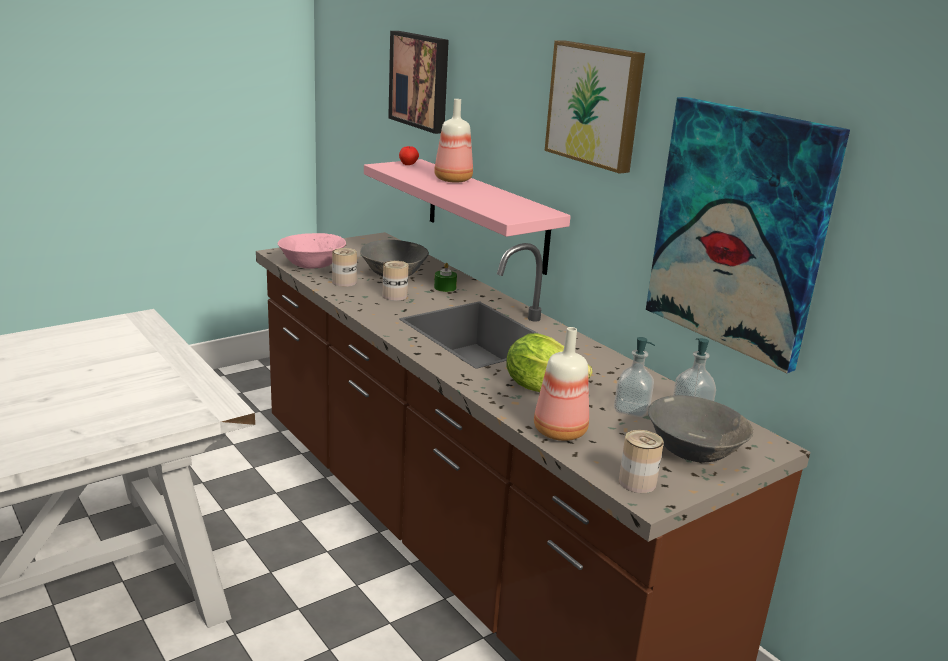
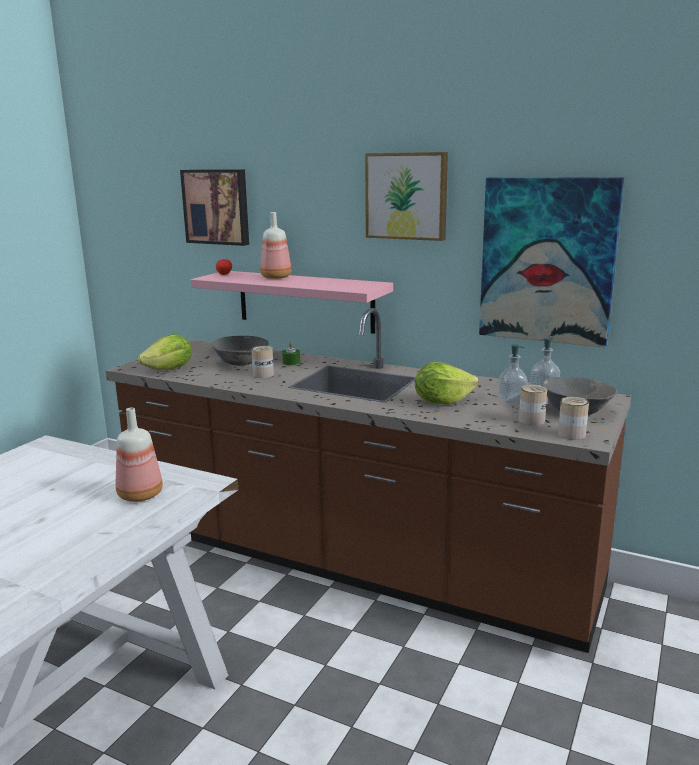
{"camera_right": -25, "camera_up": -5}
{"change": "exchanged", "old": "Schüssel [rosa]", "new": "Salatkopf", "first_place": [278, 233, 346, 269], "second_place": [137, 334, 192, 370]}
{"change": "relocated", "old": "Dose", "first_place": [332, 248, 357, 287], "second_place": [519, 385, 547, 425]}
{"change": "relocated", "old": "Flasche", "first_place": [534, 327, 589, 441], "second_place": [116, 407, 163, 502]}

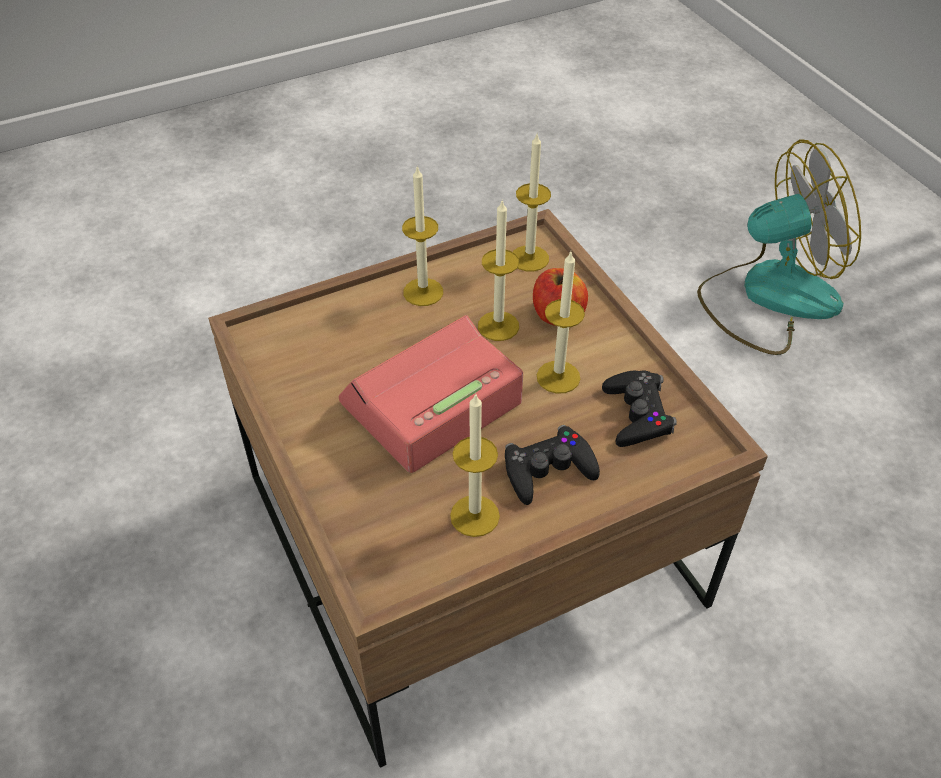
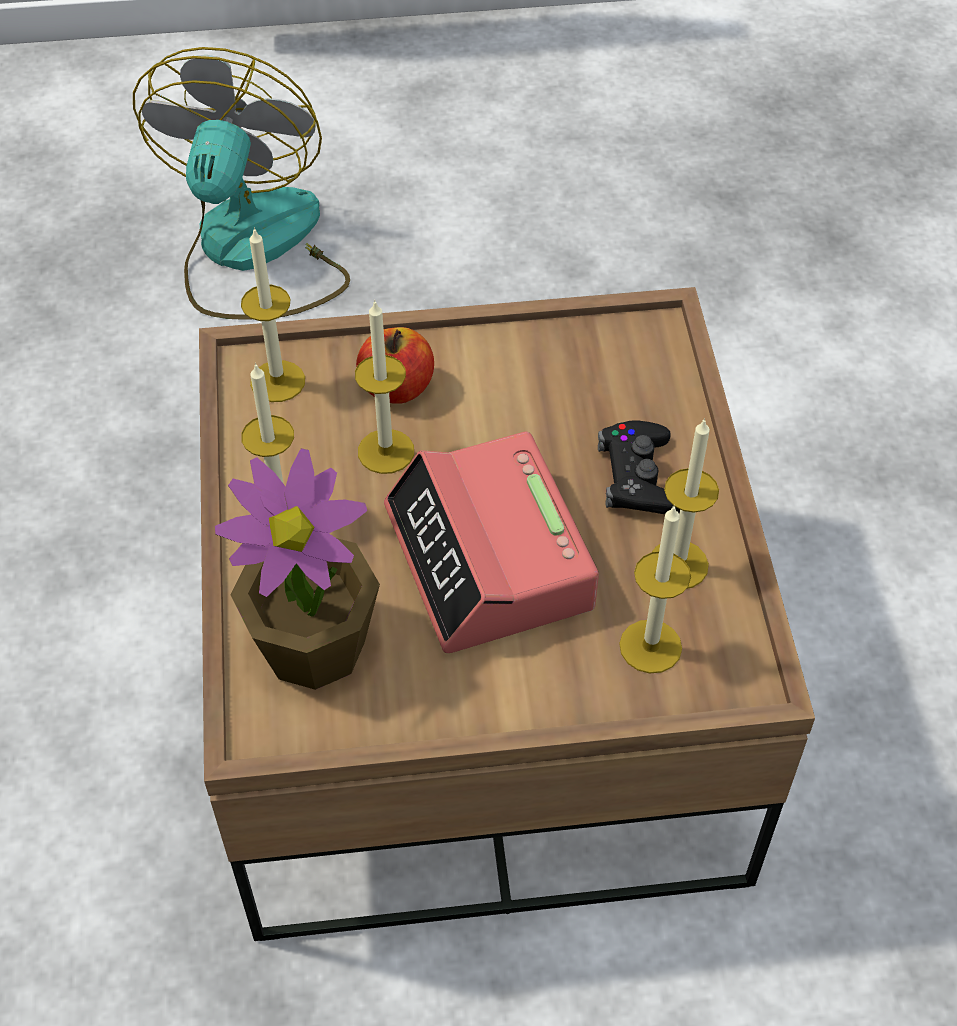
{"camera_right": -70, "camera_up": 5}
{"change": "relocated", "old": "Kerze", "first_place": [537, 252, 585, 394], "second_place": [619, 505, 691, 674]}
{"change": "missing", "old": "Gamepad [schwarz]", "first_place": [602, 371, 677, 447]}
{"change": "appeared", "new": "Topfpflanze", "second_place": [215, 448, 380, 690]}

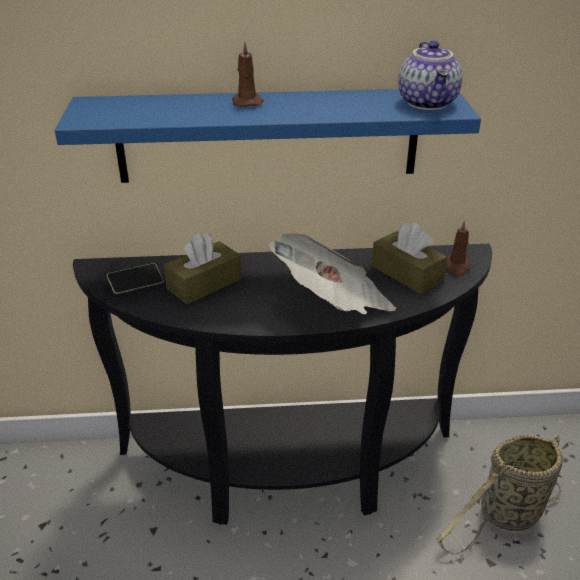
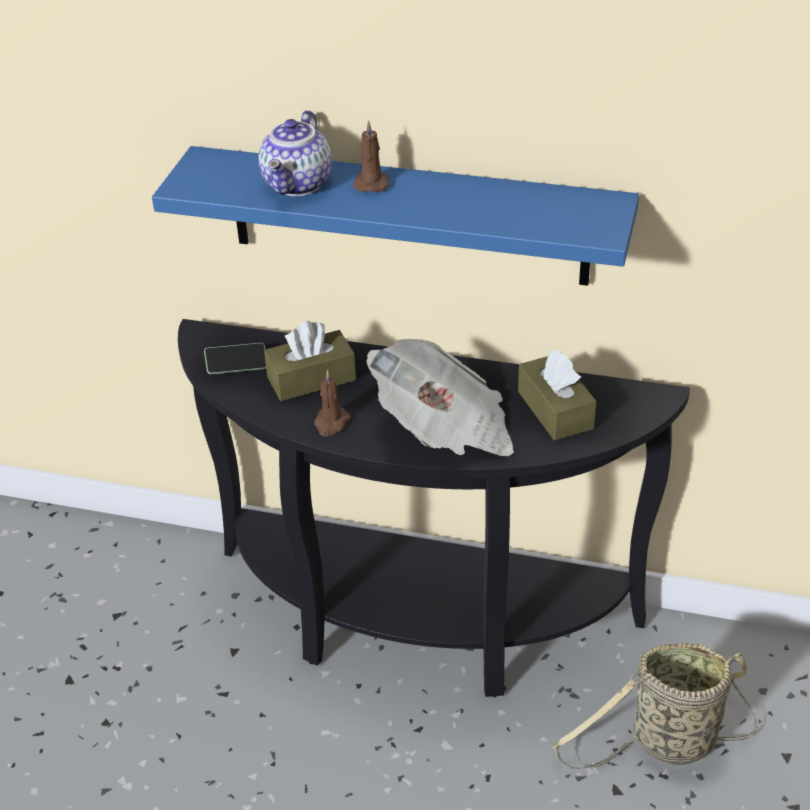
{"camera_right": 20, "camera_up": 5}
{"change": "relocated", "old": "Teekanne", "first_place": [398, 41, 462, 110], "second_place": [259, 110, 332, 196]}
{"change": "relocated", "old": "Kerze [braun]", "first_place": [446, 220, 470, 276], "second_place": [314, 369, 351, 436]}

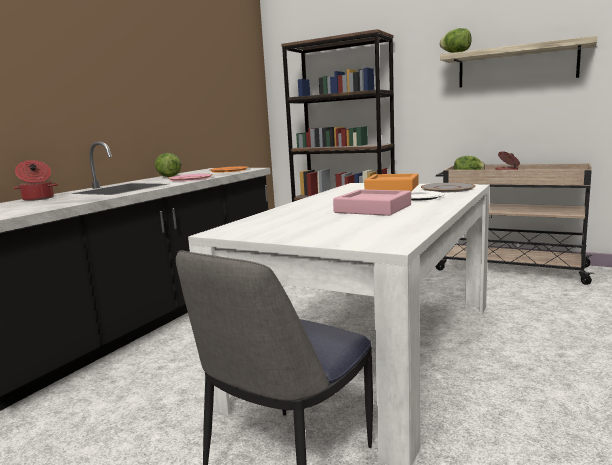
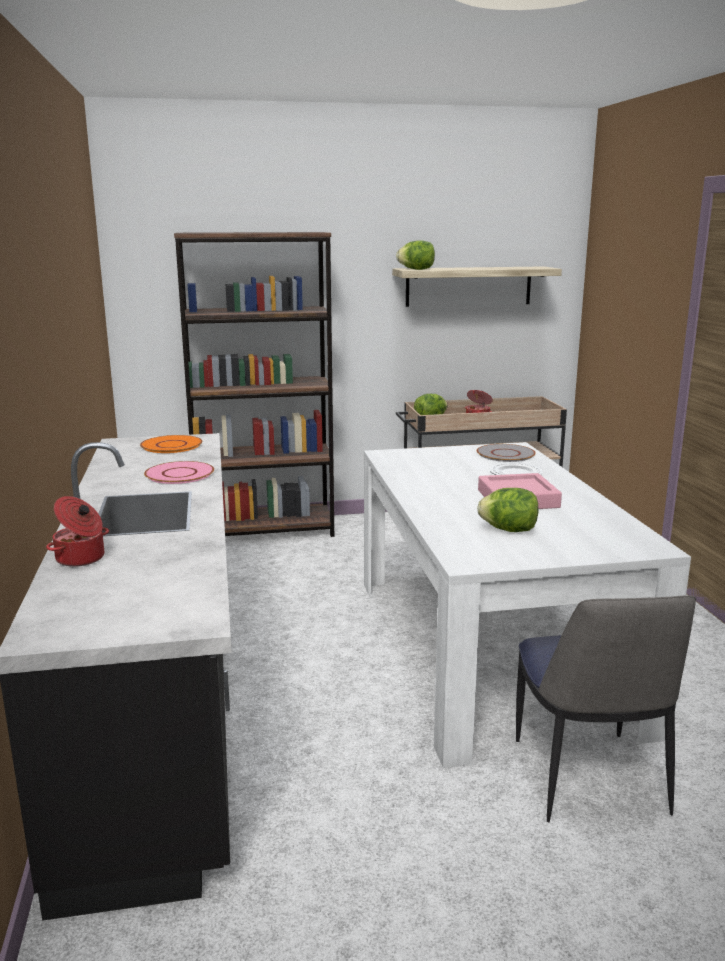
{"camera_right": -40, "camera_up": 5}
{"change": "relocated", "old": "Salatkopf", "first_place": [155, 153, 181, 177], "second_place": [477, 488, 539, 532]}
{"change": "missing", "old": "Tablett [orange]", "first_place": [364, 174, 419, 191]}

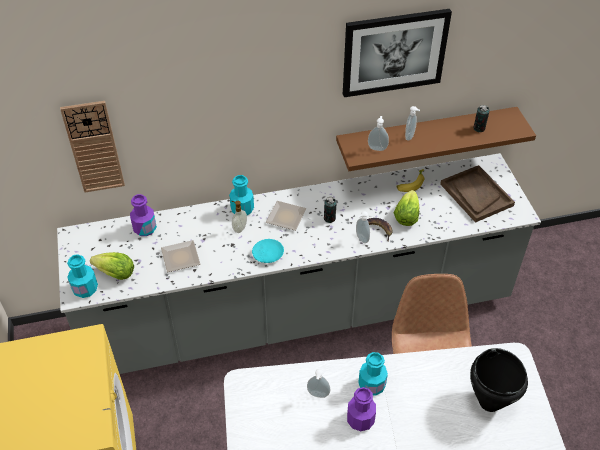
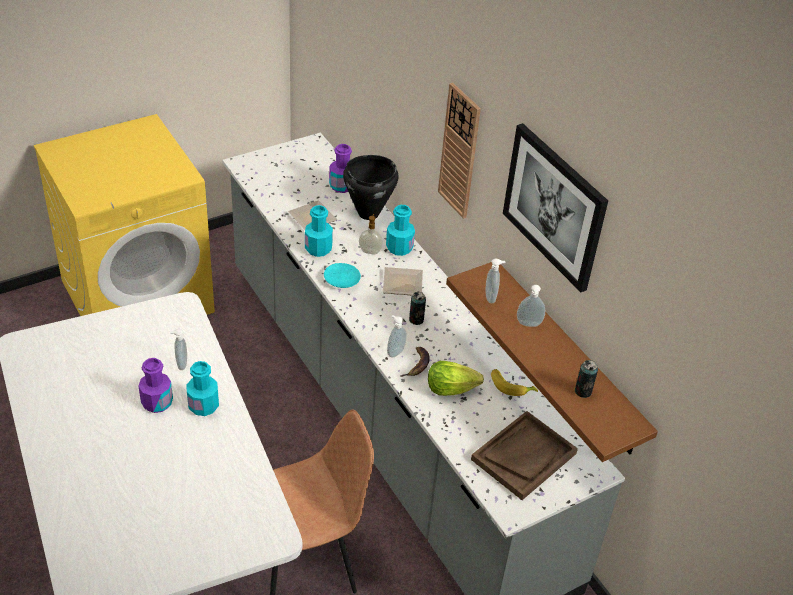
{"camera_right": 70, "camera_up": -5}
{"change": "relocated", "old": "Wanduhr", "first_place": [60, 101, 125, 193], "second_place": [438, 83, 481, 219]}
{"change": "relocated", "old": "Flasche [türkis]", "first_place": [67, 254, 98, 298], "second_place": [305, 205, 333, 257]}
{"change": "missing", "old": "Salatkopf", "first_place": [90, 252, 134, 280]}
{"change": "relocated", "old": "Kochtopf [schwarz]", "first_place": [470, 348, 528, 412], "second_place": [343, 155, 399, 220]}

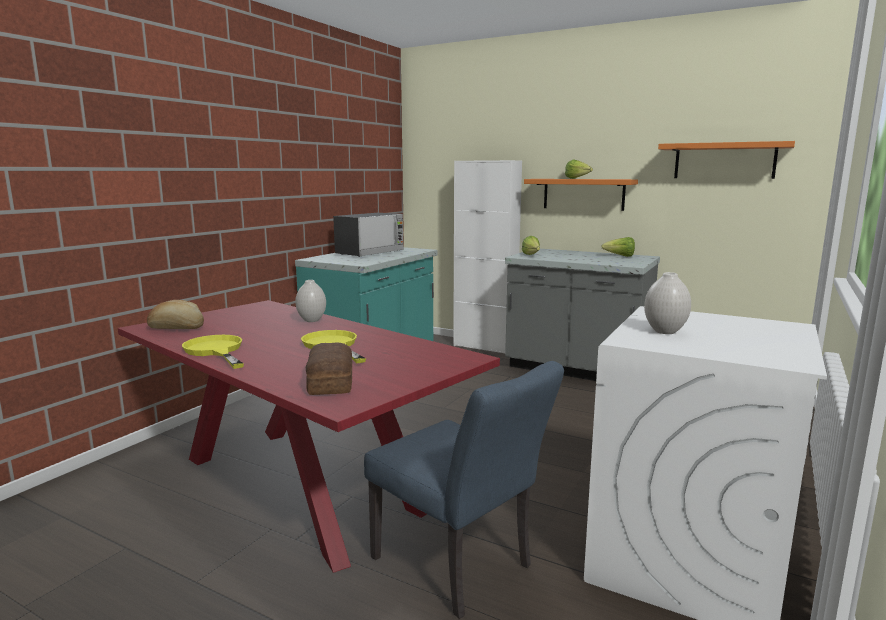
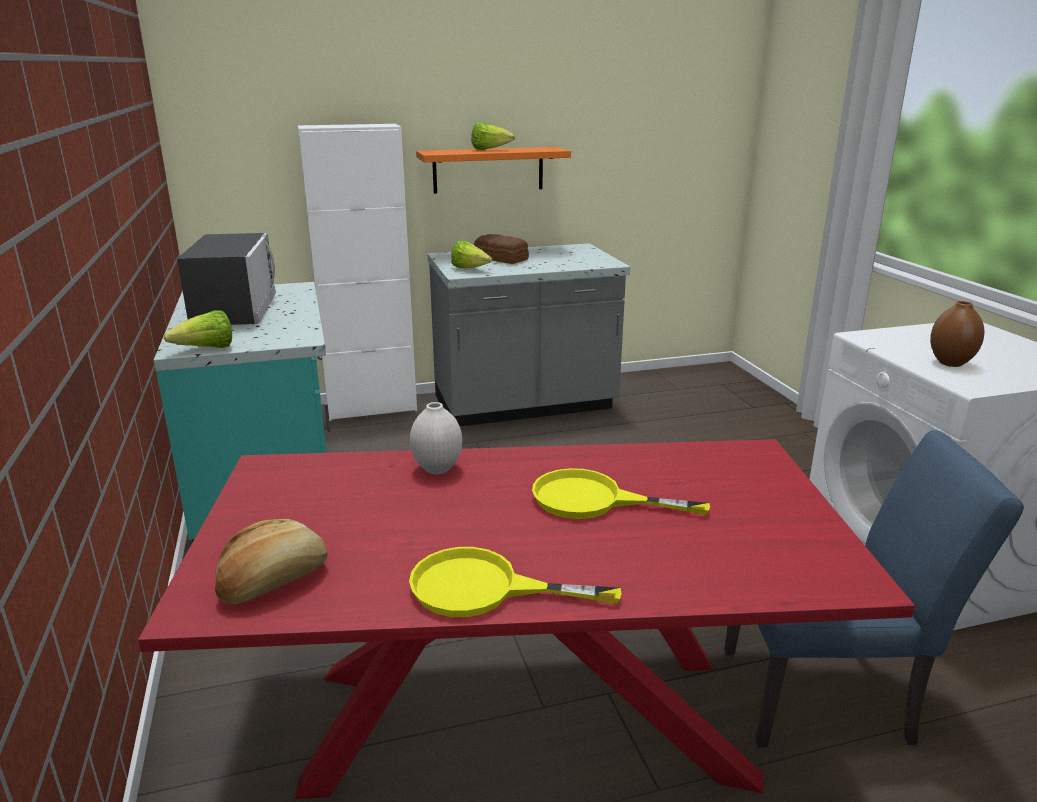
{"camera_right": -45, "camera_up": 10}
{"change": "relocated", "old": "Brot", "first_place": [306, 343, 352, 395], "second_place": [474, 234, 529, 264]}
{"change": "relocated", "old": "Salatkopf", "first_place": [601, 237, 635, 257], "second_place": [164, 310, 232, 348]}
{"change": "colour", "old": "Vase [weiß]", "new": "Vase [braun]", "first_place": [644, 272, 691, 334], "second_place": [930, 301, 985, 367]}
{"change": "missing", "old": "Wandregal [orange]", "first_place": [658, 141, 795, 179]}

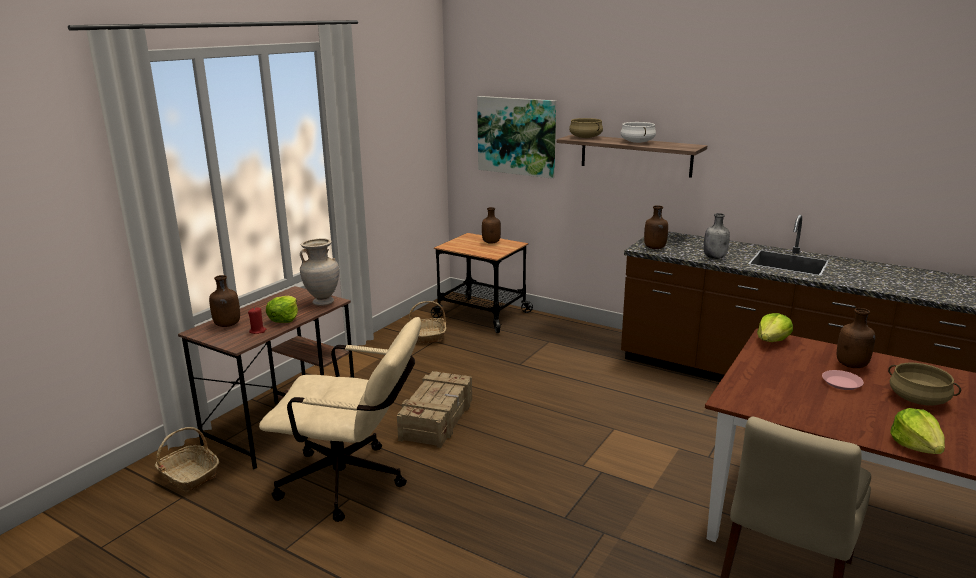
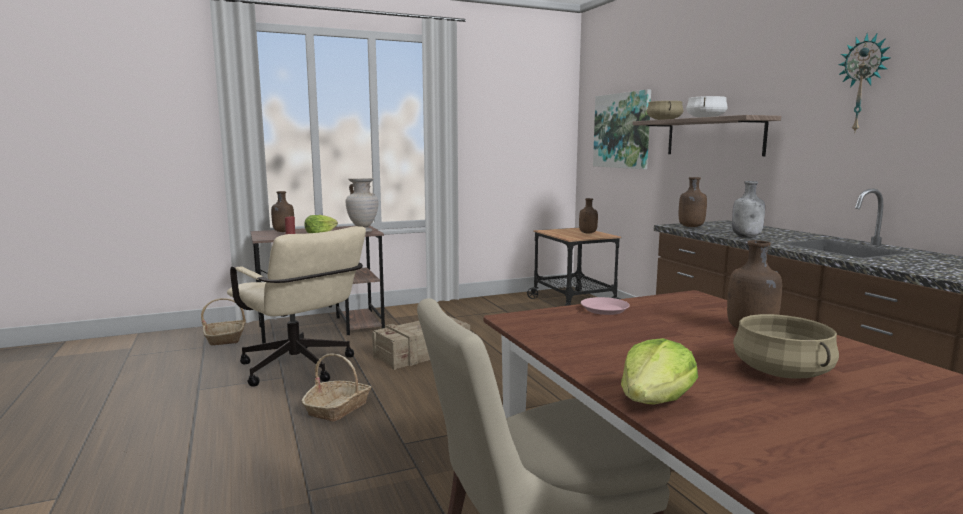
{"camera_right": 35, "camera_up": -10}
{"change": "relocated", "old": "Korb", "first_place": [409, 301, 447, 344], "second_place": [302, 353, 371, 422]}
{"change": "missing", "old": "Salatkopf", "first_place": [757, 313, 793, 342]}
{"change": "relocated", "old": "Teller [rosa]", "first_place": [822, 370, 864, 390], "second_place": [581, 297, 630, 315]}
{"change": "appeared", "new": "Wanduhr", "second_place": [838, 33, 890, 134]}

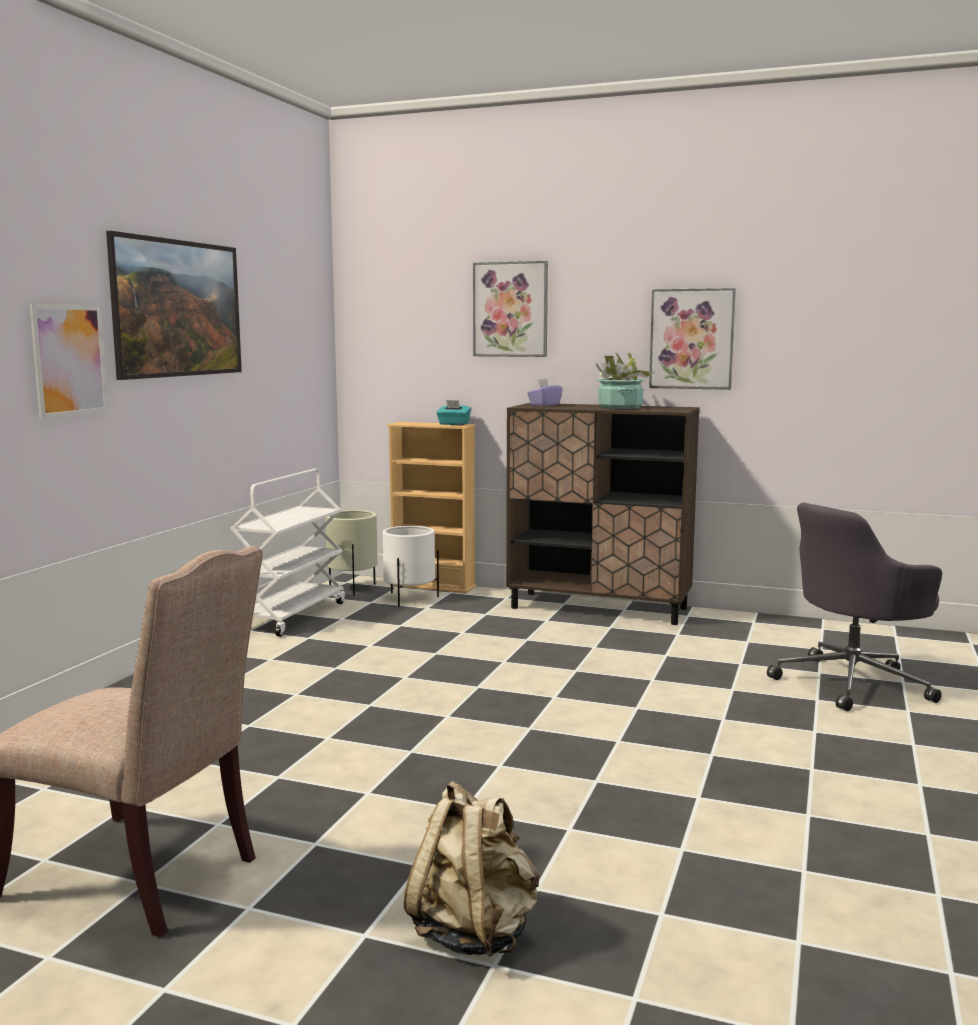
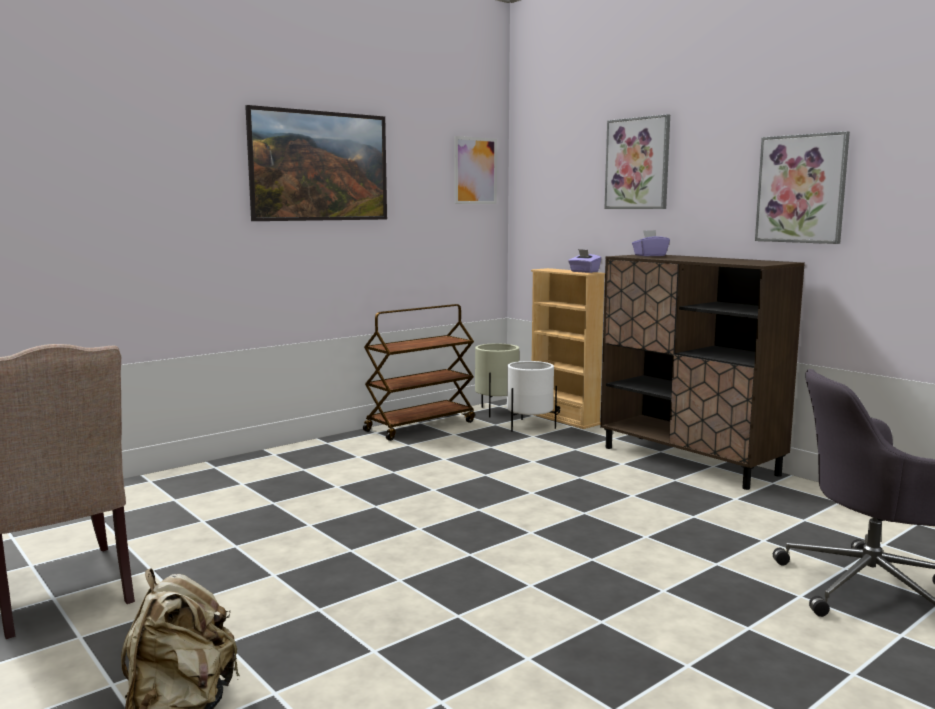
{"camera_right": 30, "camera_up": 0}
{"change": "relocated", "old": "Bild", "first_place": [30, 304, 108, 419], "second_place": [454, 136, 497, 204]}
{"change": "colour", "old": "Rollwagen [weiß]", "new": "Rollwagen [braun]", "first_place": [230, 469, 345, 637], "second_place": [363, 304, 475, 441]}
{"change": "colour", "old": "Taschentuchbox [türkis]", "new": "Taschentuchbox [lila]", "first_place": [436, 400, 471, 425], "second_place": [568, 249, 602, 273]}
{"change": "missing", "old": "Topfpflanze", "first_place": [595, 353, 655, 409]}

